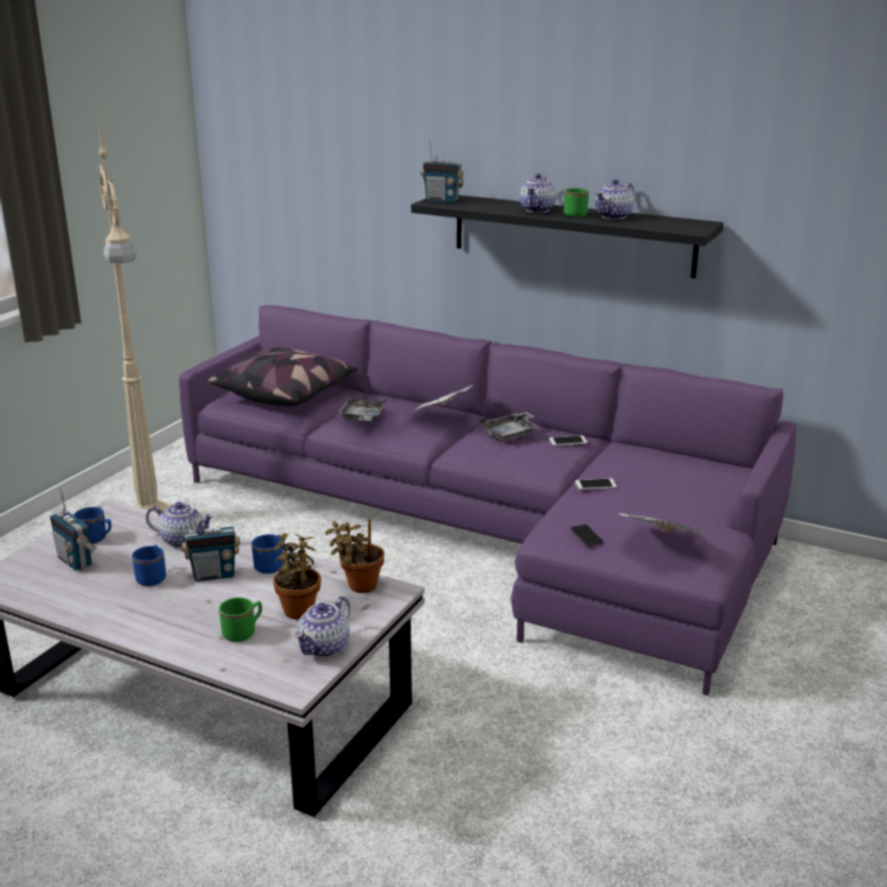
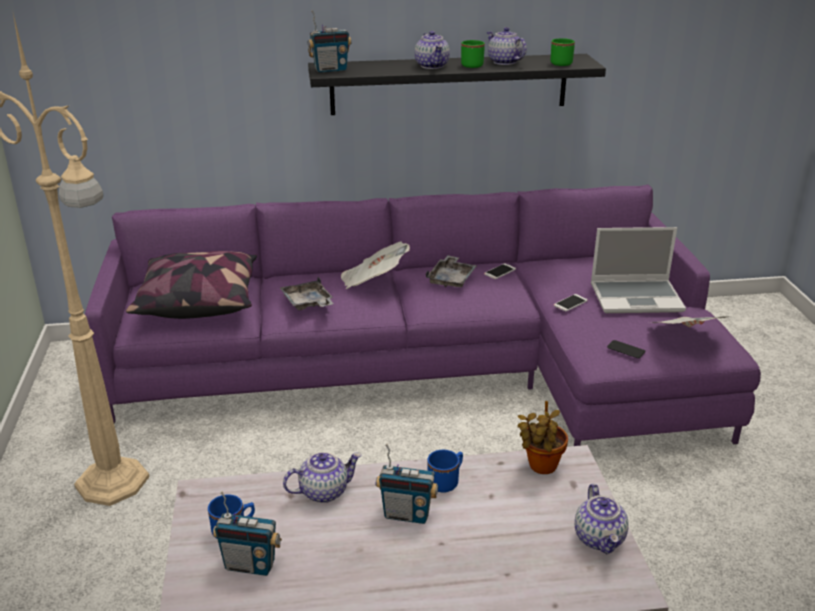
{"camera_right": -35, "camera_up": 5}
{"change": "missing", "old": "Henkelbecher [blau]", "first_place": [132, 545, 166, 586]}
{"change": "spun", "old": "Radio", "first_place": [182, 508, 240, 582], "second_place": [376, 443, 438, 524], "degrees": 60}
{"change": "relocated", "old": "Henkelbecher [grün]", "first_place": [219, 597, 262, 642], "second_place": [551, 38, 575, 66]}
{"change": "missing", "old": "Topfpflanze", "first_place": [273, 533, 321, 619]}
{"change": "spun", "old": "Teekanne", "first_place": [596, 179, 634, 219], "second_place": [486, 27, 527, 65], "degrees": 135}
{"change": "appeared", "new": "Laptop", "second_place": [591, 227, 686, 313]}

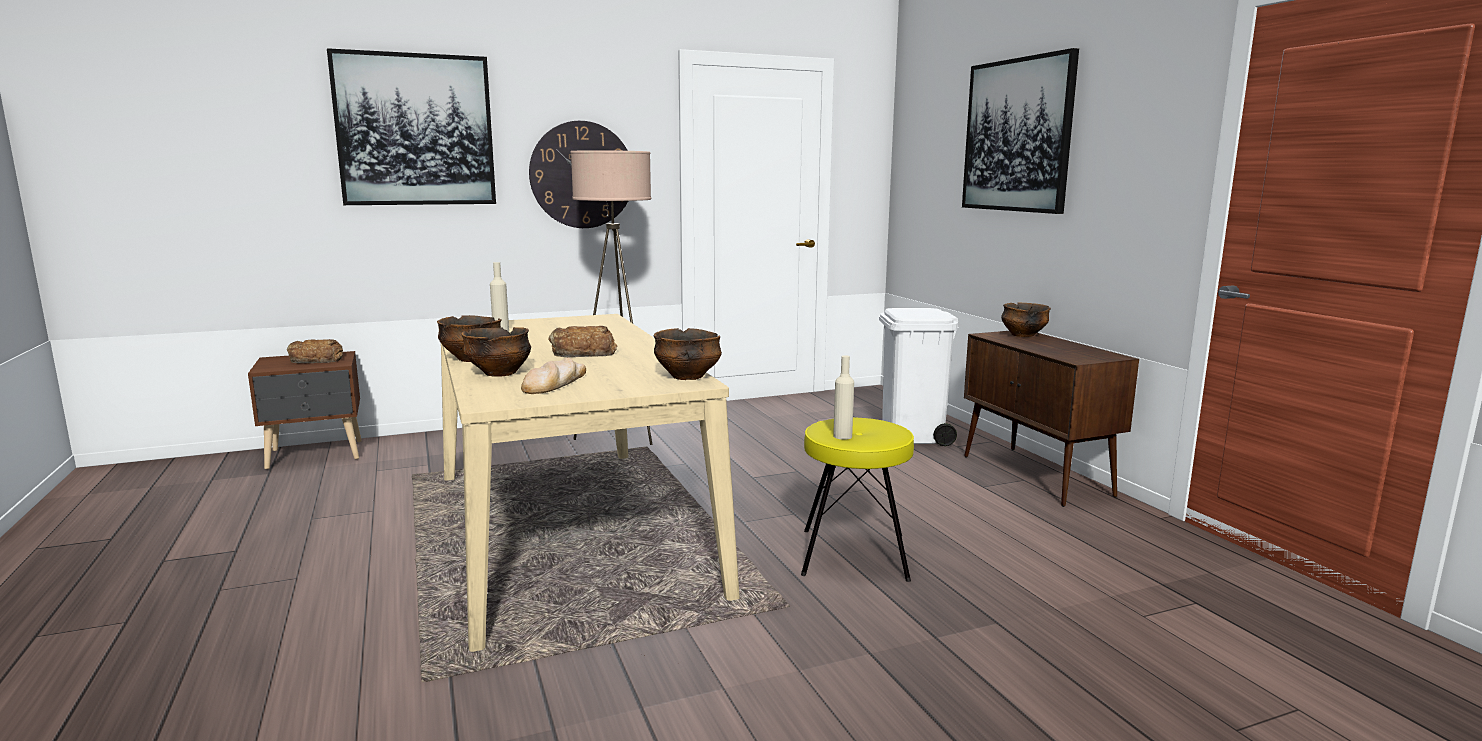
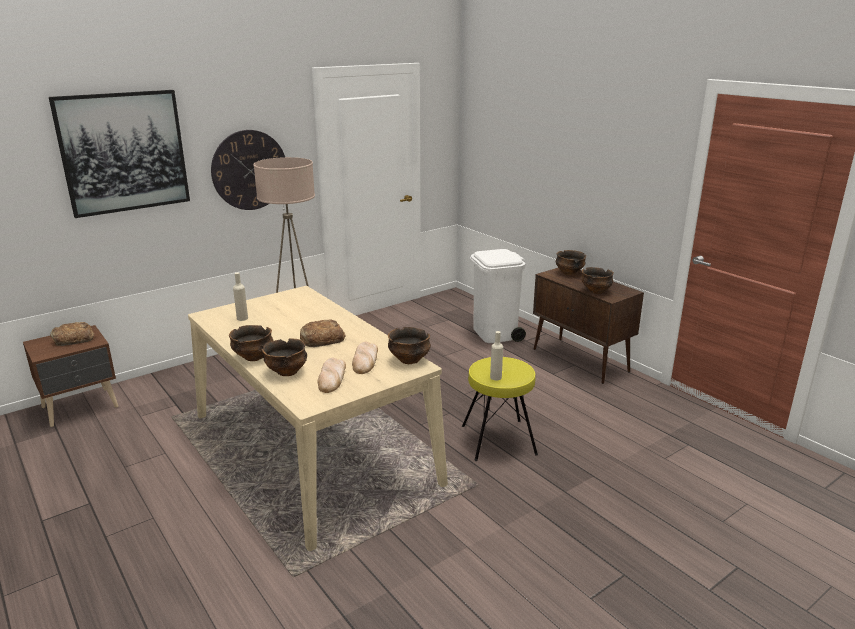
{"camera_right": -15, "camera_up": 10}
{"change": "missing", "old": "Bild", "first_place": [962, 48, 1079, 214]}
{"change": "appeared", "new": "Brot", "second_place": [352, 342, 378, 374]}
{"change": "appeared", "new": "Schüssel", "second_place": [581, 267, 614, 294]}

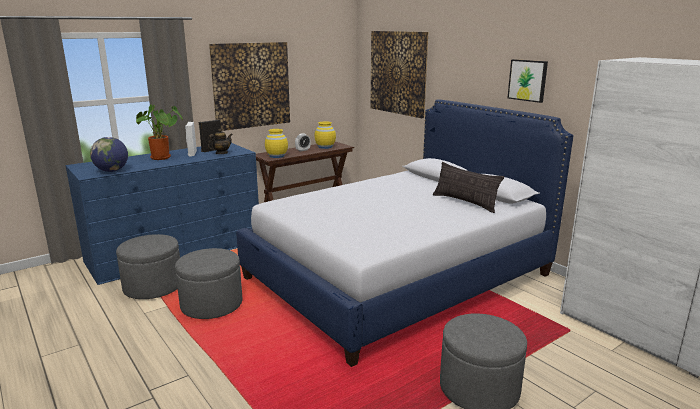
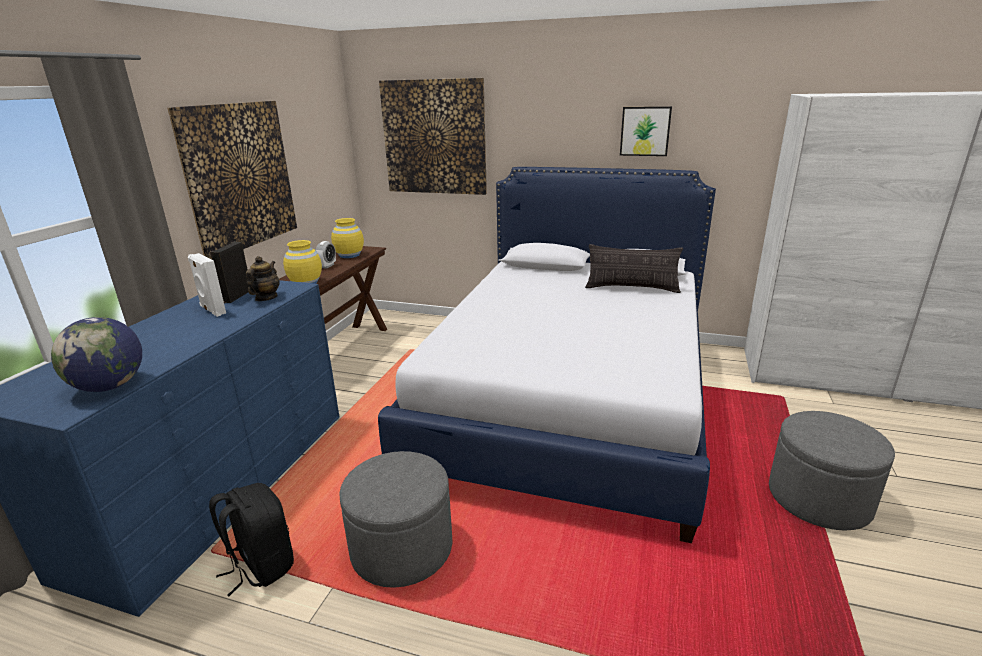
{"camera_right": -35, "camera_up": 5}
{"change": "exchanged", "old": "Polsterhocker [grau]", "new": "Rucksack [schwarz]", "first_place": [116, 234, 180, 299], "second_place": [209, 483, 294, 596]}
{"change": "missing", "old": "Topfpflanze", "first_place": [136, 105, 183, 160]}

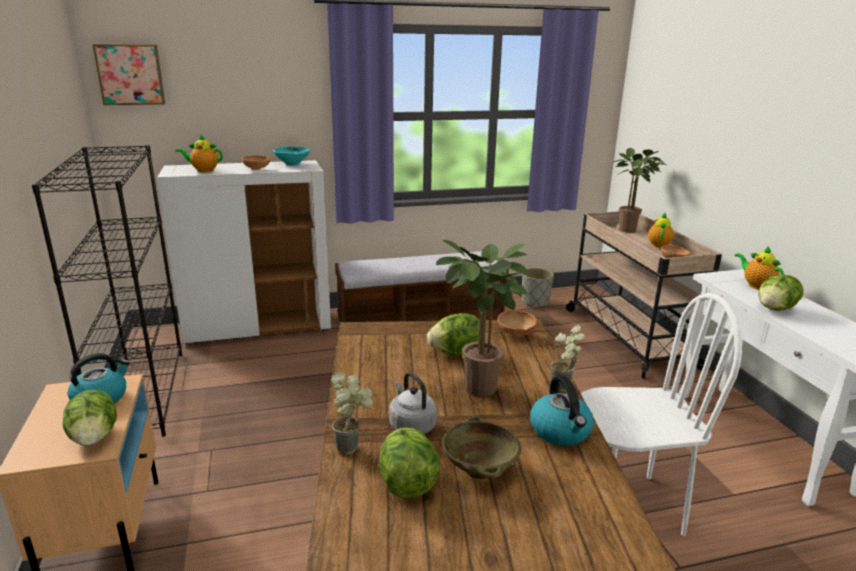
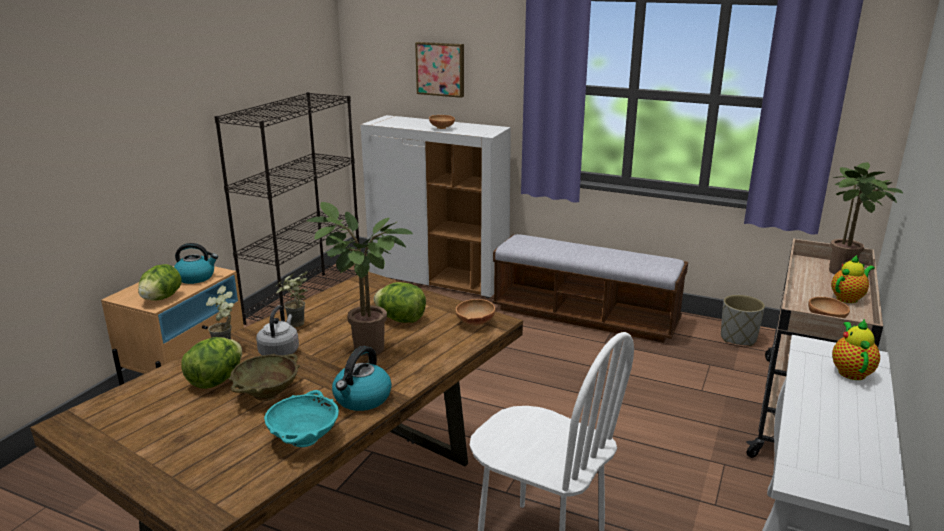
{"camera_right": 40, "camera_up": 0}
{"change": "relocated", "old": "Bild", "first_place": [92, 44, 165, 105], "second_place": [415, 42, 464, 98]}
{"change": "missing", "old": "Teekanne", "first_place": [175, 134, 222, 173]}
{"change": "relocated", "old": "Schüssel [türkis]", "first_place": [273, 146, 310, 166], "second_place": [264, 390, 339, 447]}
{"change": "relocated", "old": "Topfpflanze", "first_place": [550, 325, 585, 392], "second_place": [276, 271, 308, 327]}
{"change": "missing", "old": "Salatkopf", "first_place": [758, 274, 804, 311]}

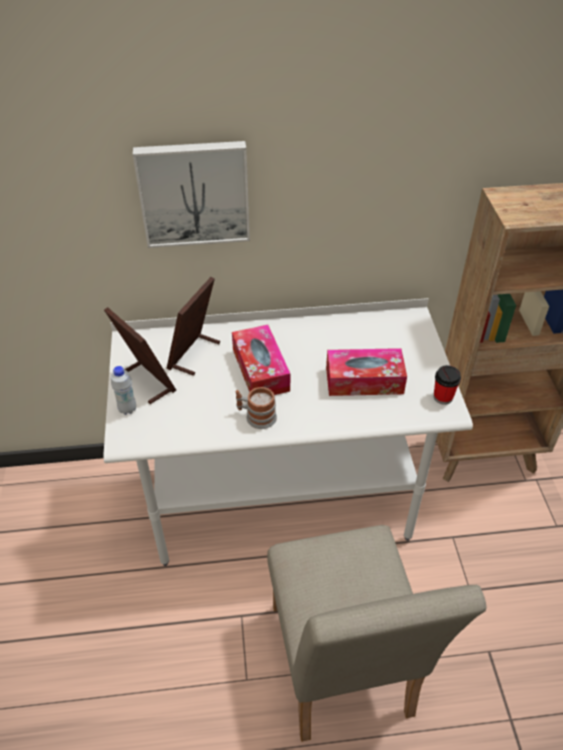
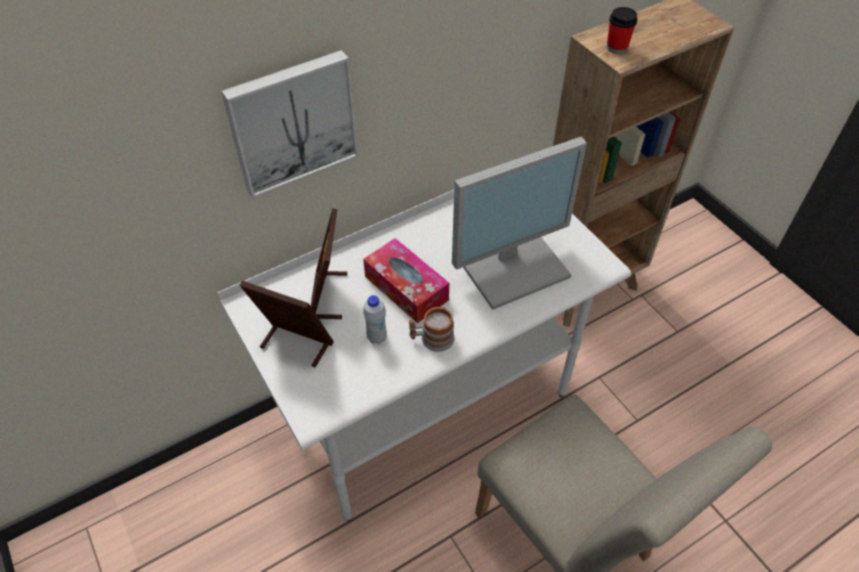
{"camera_right": -25, "camera_up": 5}
{"change": "relocated", "old": "Flasche [weiß]", "first_place": [111, 366, 136, 415], "second_place": [363, 295, 387, 344]}
{"change": "exchanged", "old": "Taschentuchbox", "new": "Monitor", "first_place": [326, 348, 407, 396], "second_place": [452, 137, 587, 310]}
{"change": "relocated", "old": "Tasse", "first_place": [434, 365, 461, 405], "second_place": [607, 7, 638, 54]}

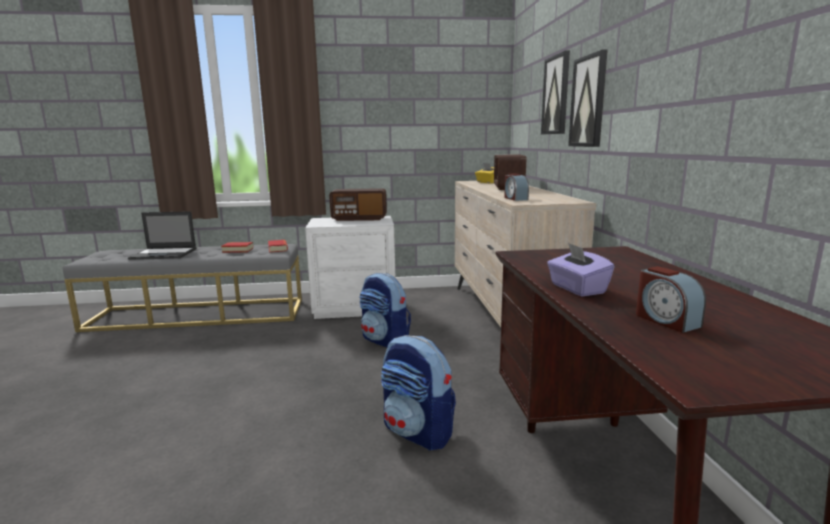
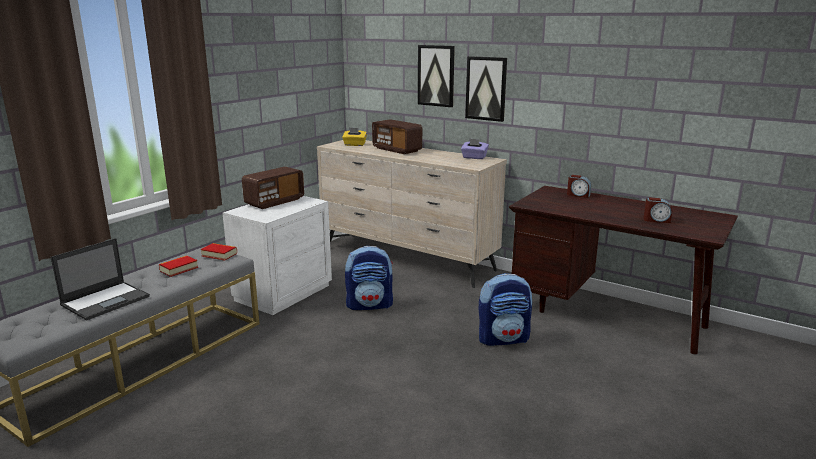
{"camera_right": -50, "camera_up": 5}
{"change": "relocated", "old": "Wecker", "first_place": [504, 173, 529, 201], "second_place": [567, 175, 591, 198]}
{"change": "relocated", "old": "Taschentuchbox [lila]", "first_place": [547, 243, 614, 297], "second_place": [461, 138, 489, 159]}

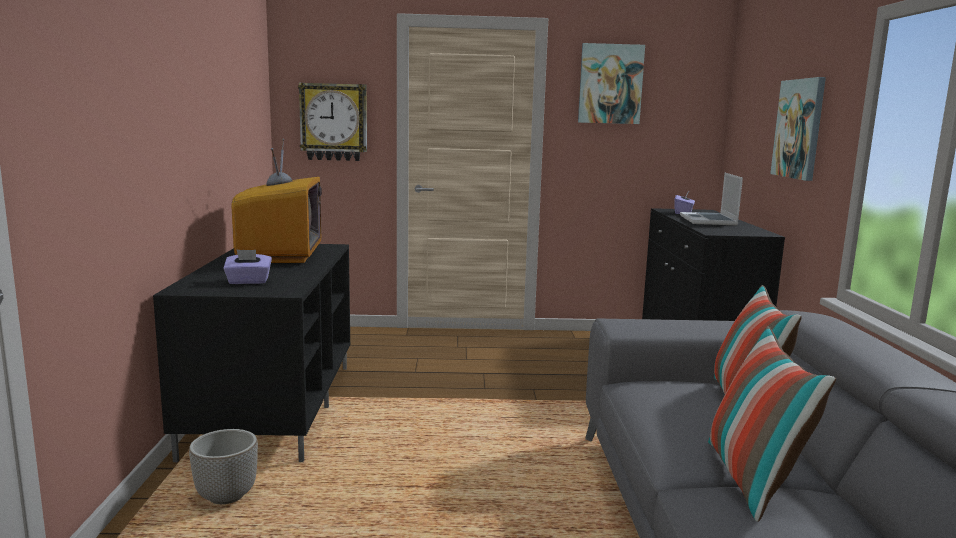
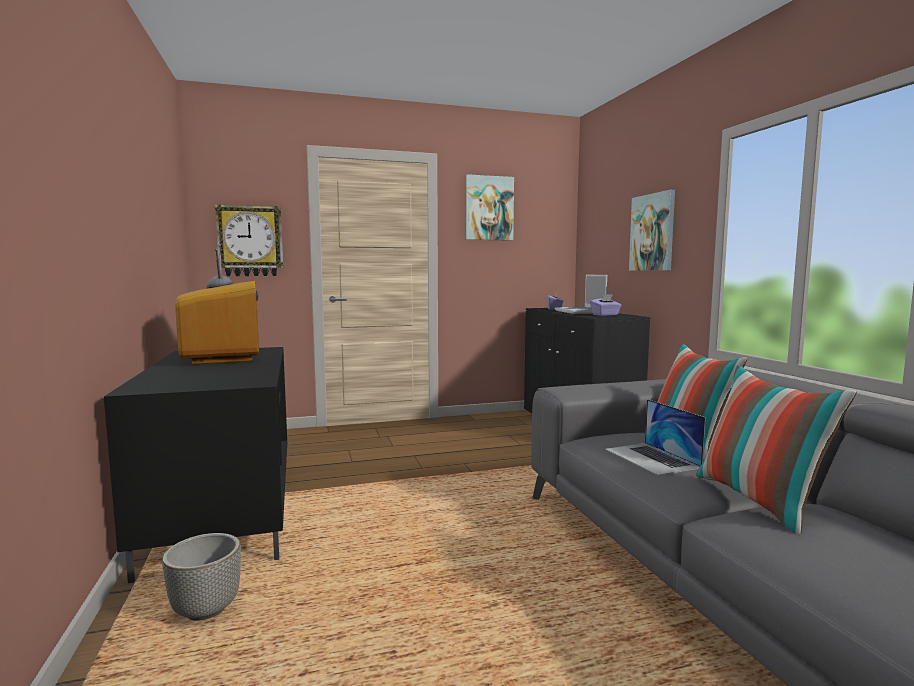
{"camera_right": -15, "camera_up": -5}
{"change": "relocated", "old": "Taschentuchbox [lila]", "first_place": [223, 249, 272, 284], "second_place": [590, 294, 621, 316]}
{"change": "appeared", "new": "Laptop", "second_place": [605, 399, 705, 476]}

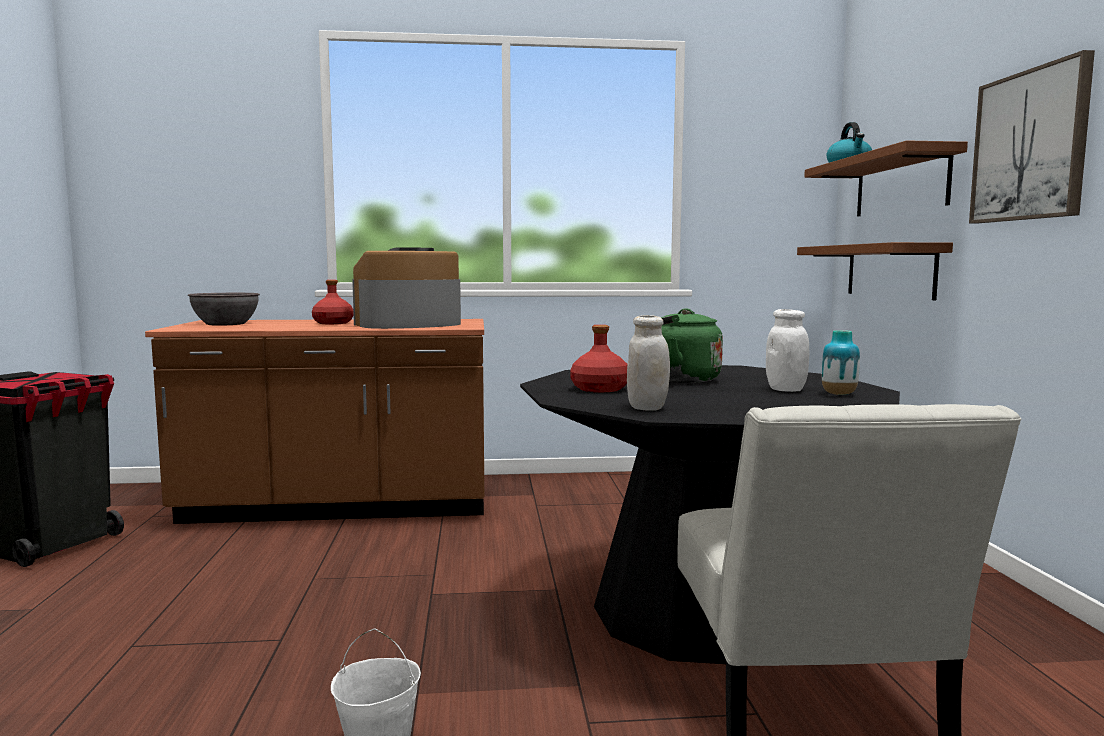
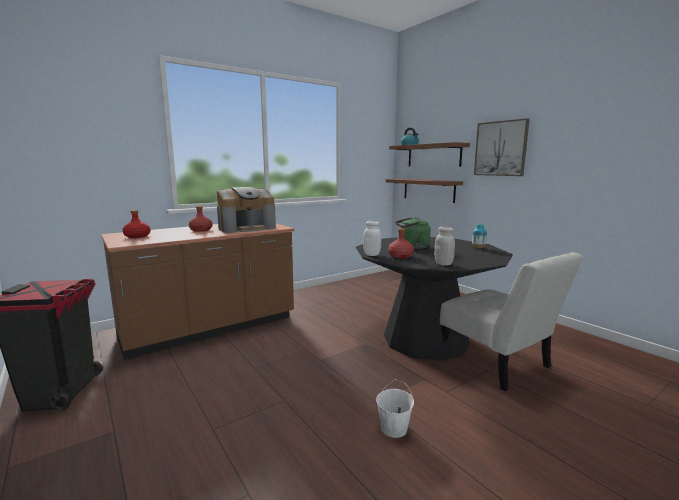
{"camera_right": -30, "camera_up": 5}
{"change": "exchanged", "old": "Schüssel [grau]", "new": "Flasche [rot]", "first_place": [188, 293, 260, 326], "second_place": [123, 210, 150, 238]}
{"change": "spun", "old": "Kaffeemaschine", "first_place": [352, 248, 461, 329], "second_place": [217, 187, 276, 233], "degrees": -150}
{"change": "relocated", "old": "Vorratsglas [weiß]", "first_place": [766, 309, 809, 392], "second_place": [363, 221, 381, 256]}

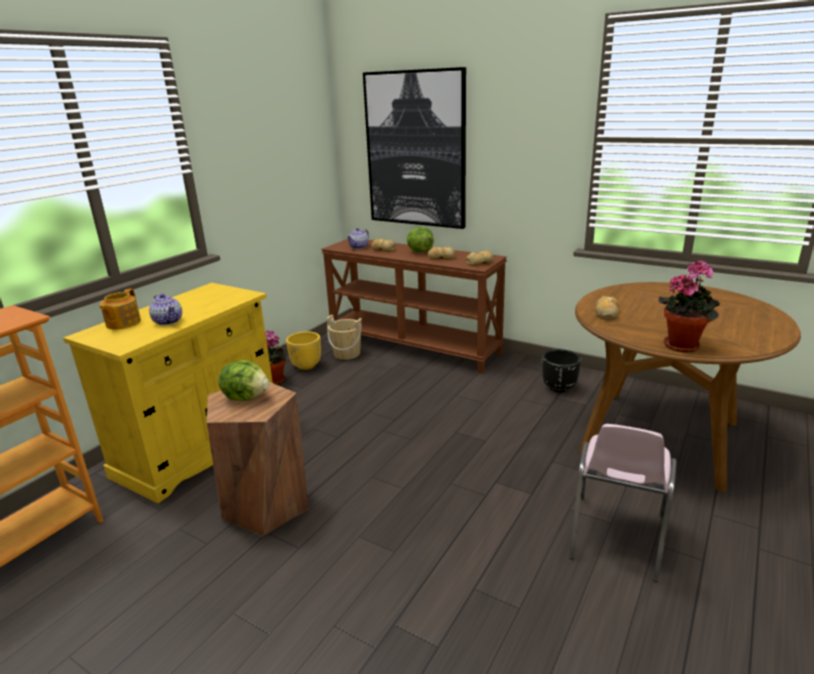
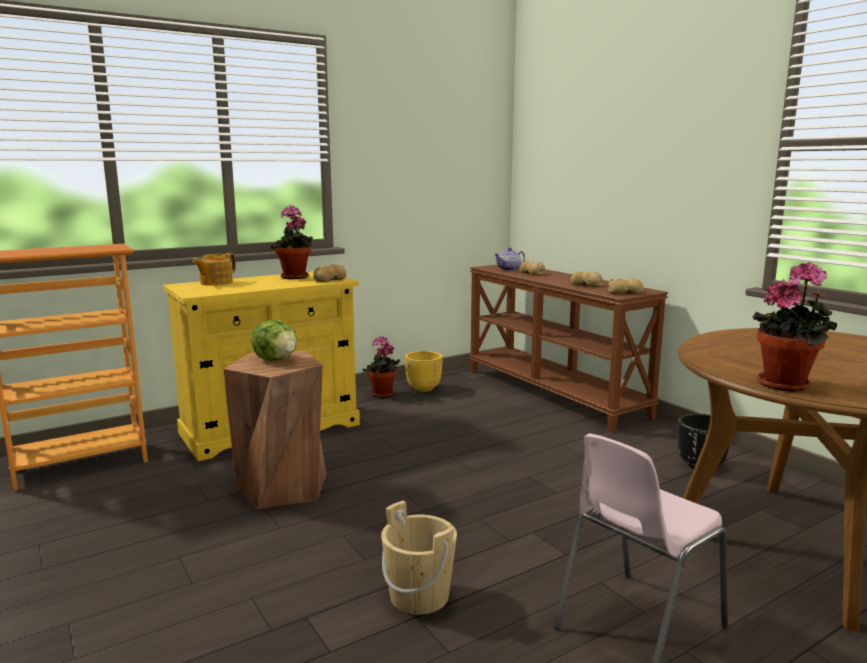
{"camera_right": 25, "camera_up": -10}
{"change": "missing", "old": "Teekanne", "first_place": [149, 294, 182, 326]}
{"change": "relocated", "old": "Eimer [beige]", "first_place": [326, 315, 362, 360], "second_place": [381, 501, 457, 615]}
{"change": "missing", "old": "Bild", "first_place": [363, 67, 466, 229]}
{"change": "missing", "old": "Salatkopf", "first_place": [407, 227, 434, 252]}
{"change": "relocated", "old": "Brot", "first_place": [595, 296, 619, 320], "second_place": [313, 264, 346, 282]}
{"change": "appeared", "new": "Topfpflanze", "second_place": [271, 205, 313, 279]}

